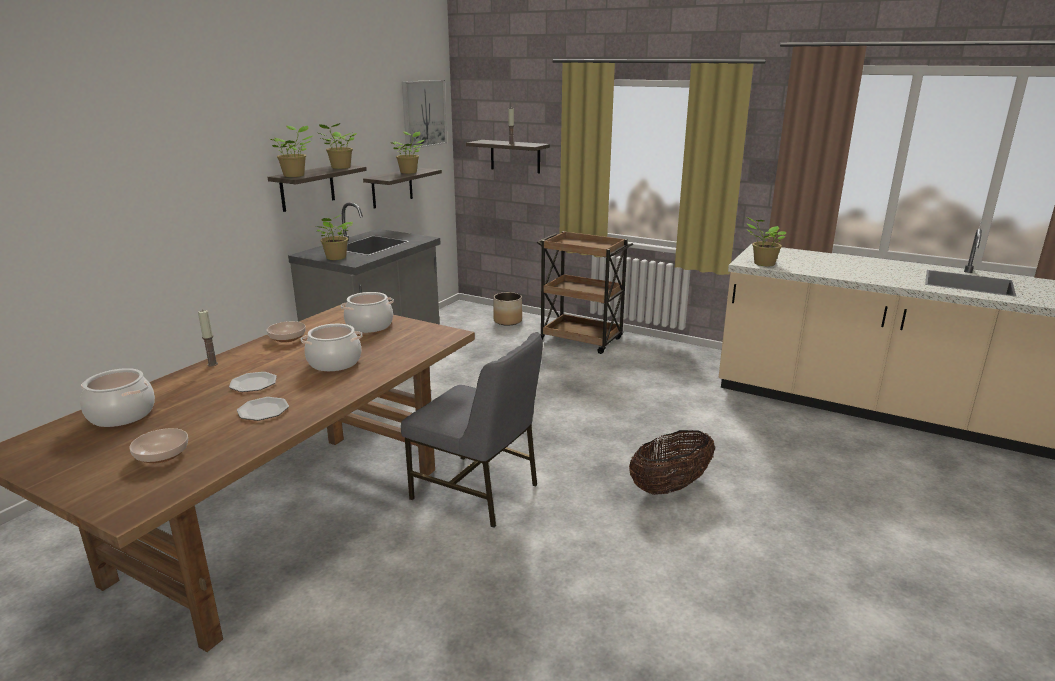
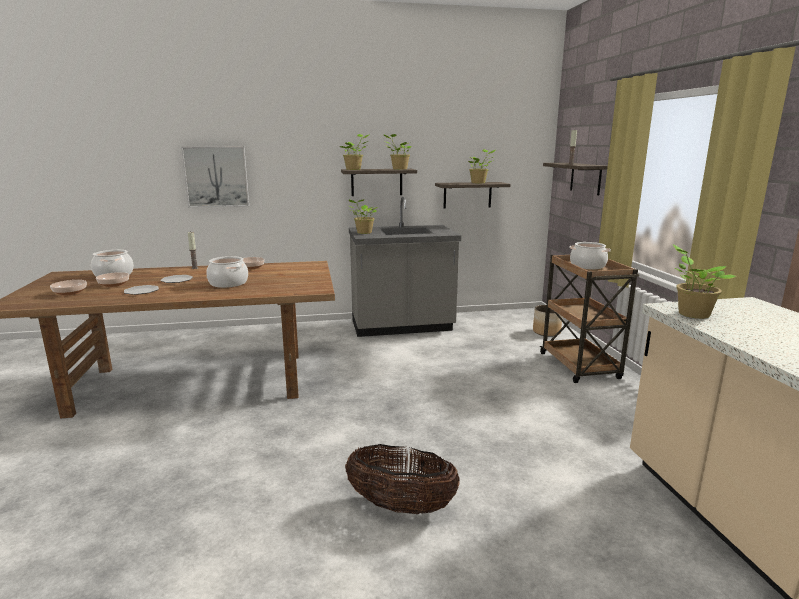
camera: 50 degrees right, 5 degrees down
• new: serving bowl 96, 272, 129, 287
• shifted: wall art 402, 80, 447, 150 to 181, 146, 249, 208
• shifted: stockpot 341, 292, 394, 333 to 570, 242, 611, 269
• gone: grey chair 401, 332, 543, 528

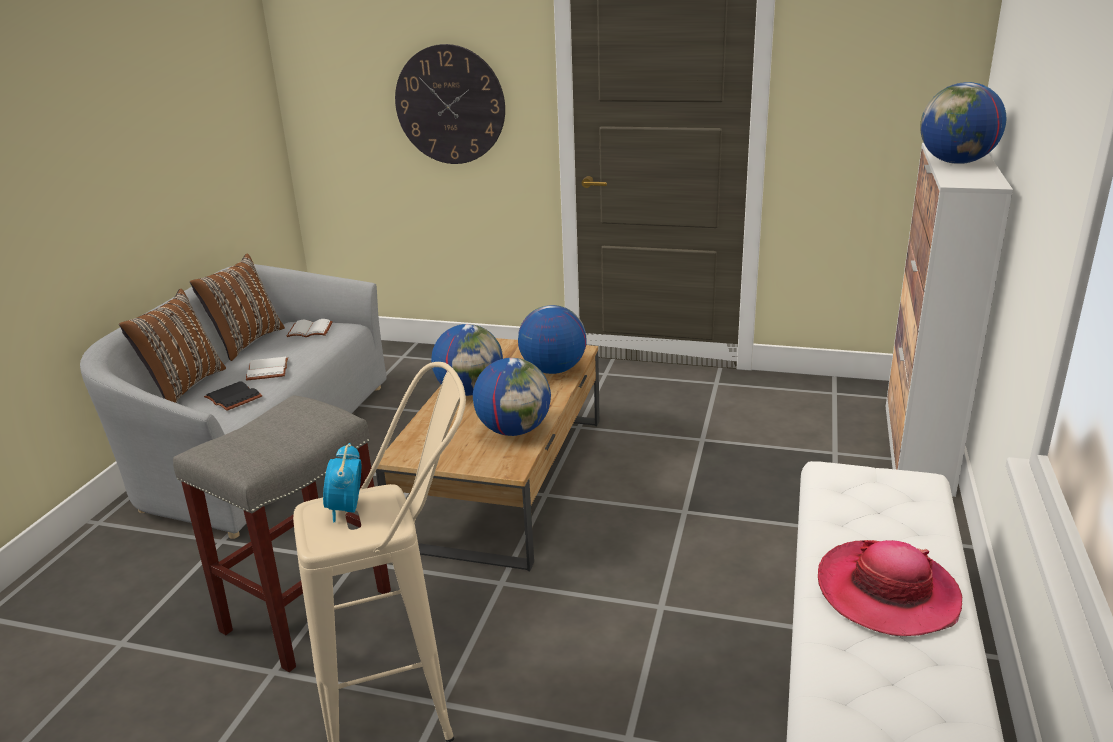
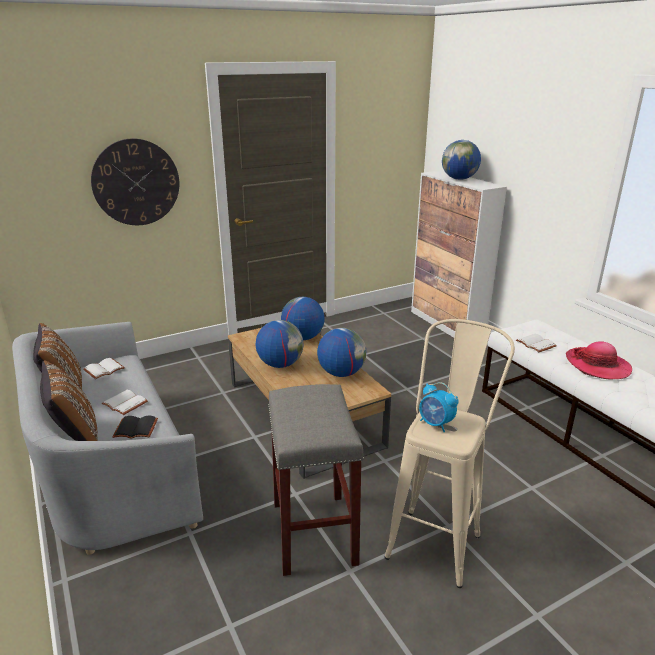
camera: 45 degrees left, 0 degrees up
• new: white-coloured volume 516, 334, 557, 352

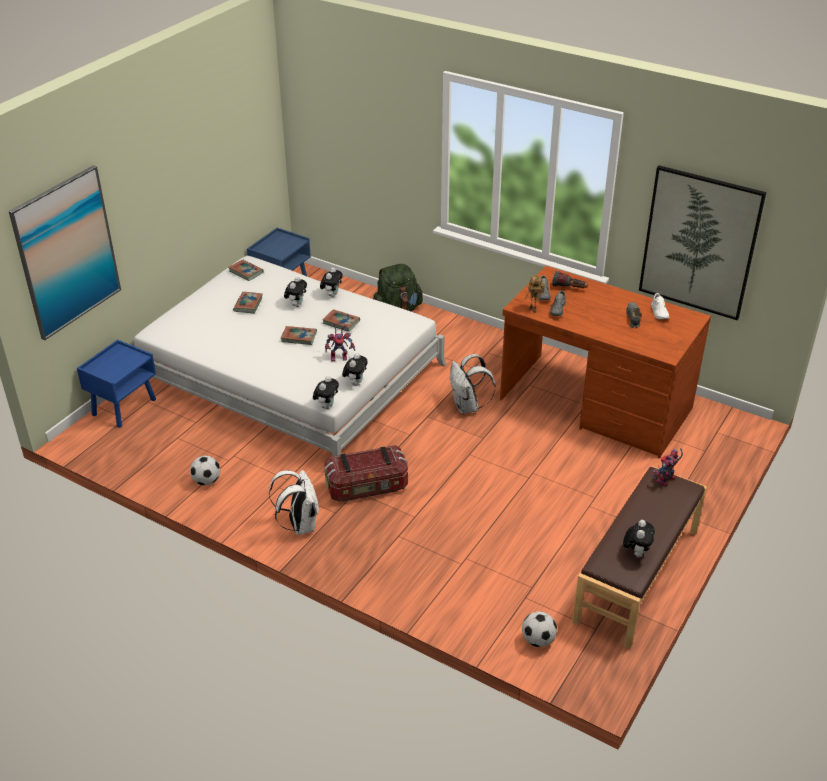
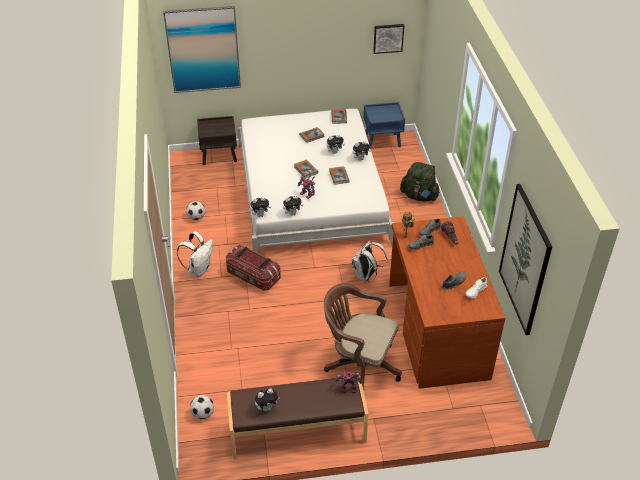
camera: 50 degrees right, 5 degrees up
• repainted: blue bedside table 77, 340, 156, 428 to brownish bedside table 197, 116, 237, 165
• new: brownish office chair 324, 283, 402, 392
• new: wall art 373, 24, 404, 54

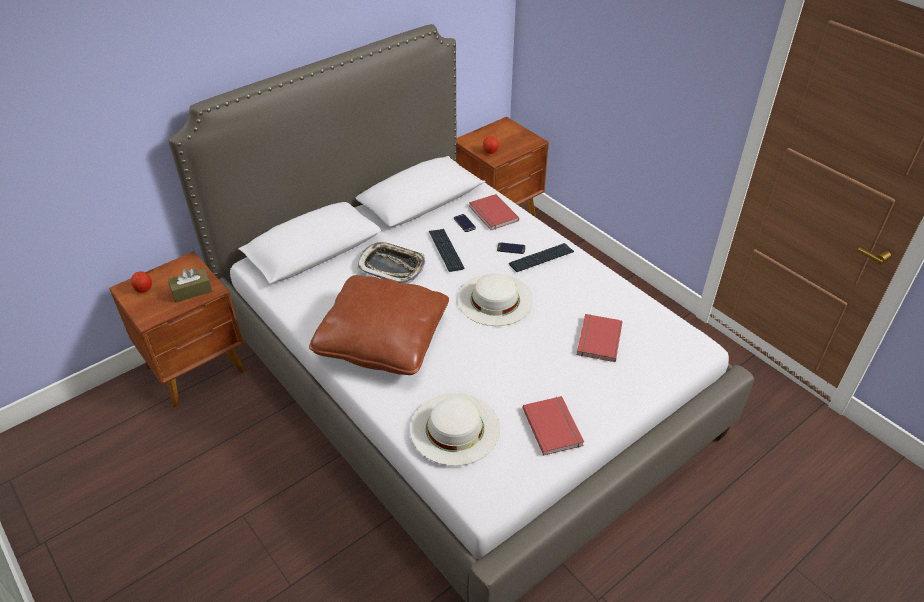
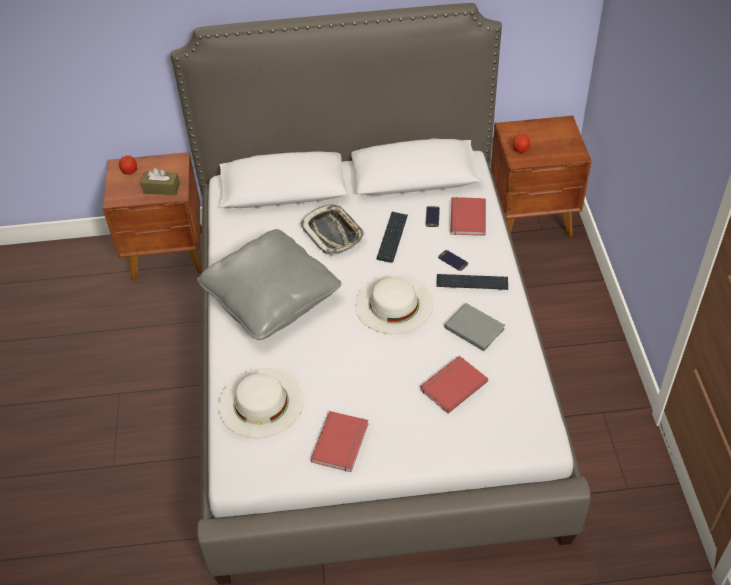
camera: 35 degrees right, 5 degrees up
• repainted: brownish throw pillow 309, 275, 449, 375 to grey throw pillow 197, 229, 342, 340
• new: grey volume 444, 303, 505, 351

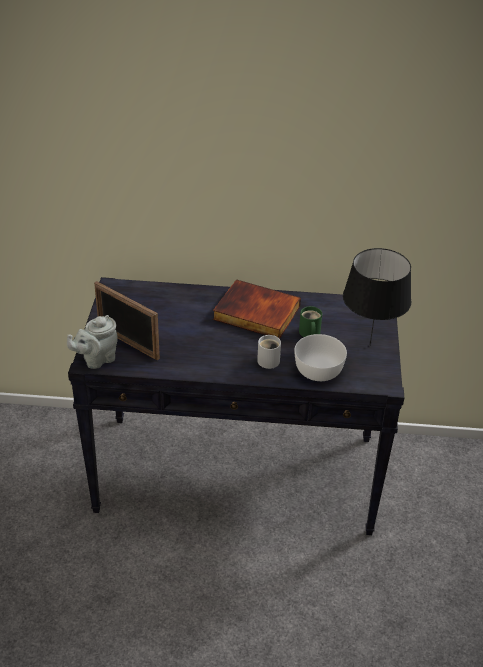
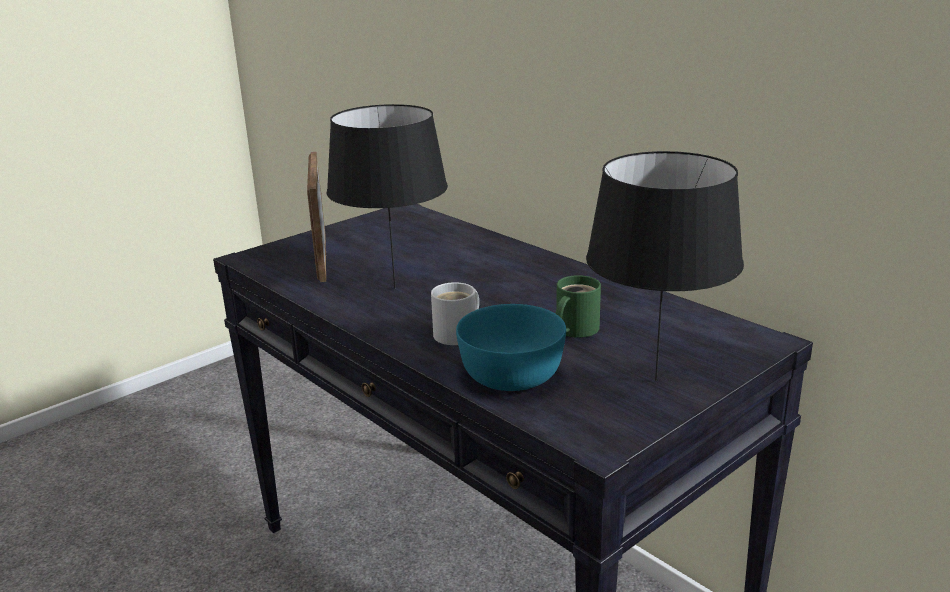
camera: 45 degrees right, 15 degrees down
• new: black-coloured lamp for a table 327, 104, 448, 289
• repainted: white-coloured serving bowl 294, 334, 347, 381 to blue-green serving bowl 456, 304, 566, 391
• gone: grey tea pot 67, 315, 118, 369
• gone: volume 213, 279, 301, 339

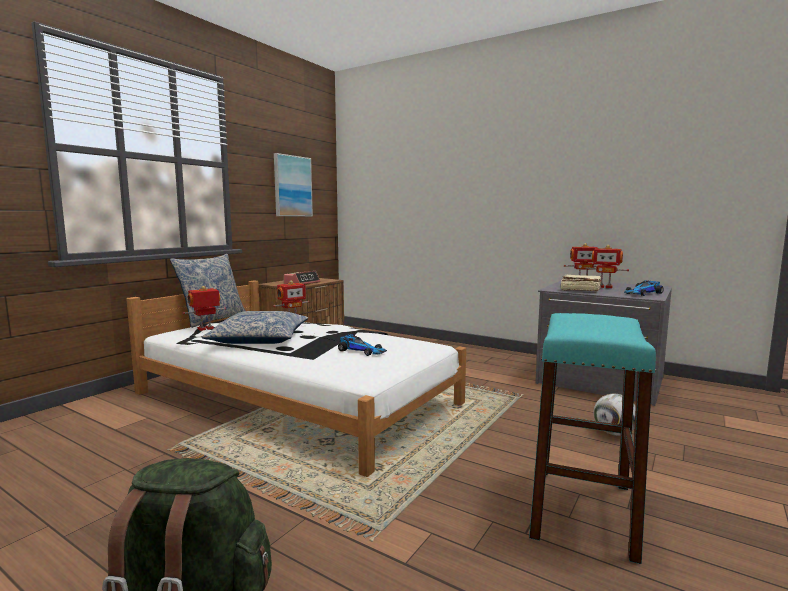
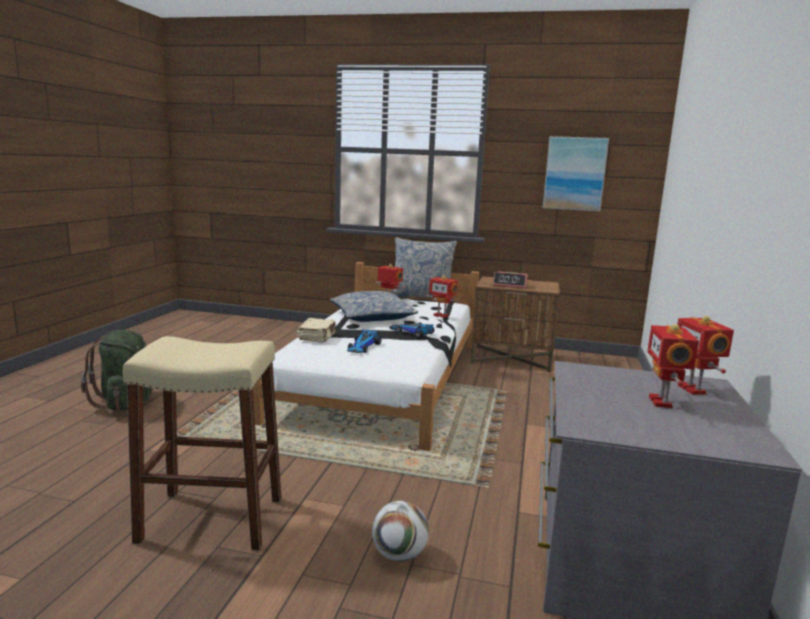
camera: 70 degrees right, 5 degrees up
• repainted: blue-green sitting stool 529, 313, 656, 564 to sand-coloured sitting stool 123, 336, 281, 550
• shifted: sand-coloured volume 561, 275, 601, 291 to 297, 318, 336, 342
• shifted: miniature car 624, 280, 664, 296 to 391, 323, 435, 339

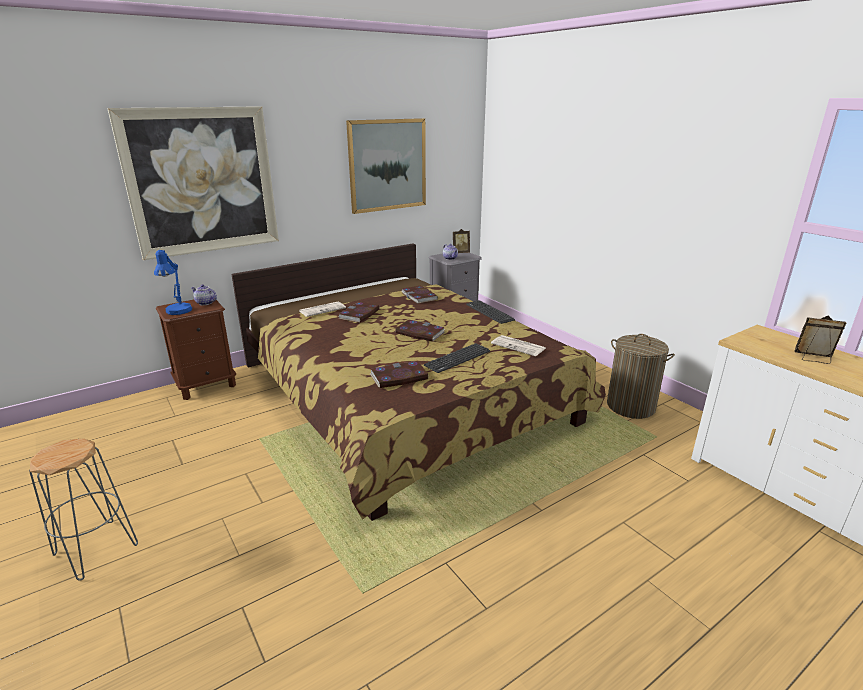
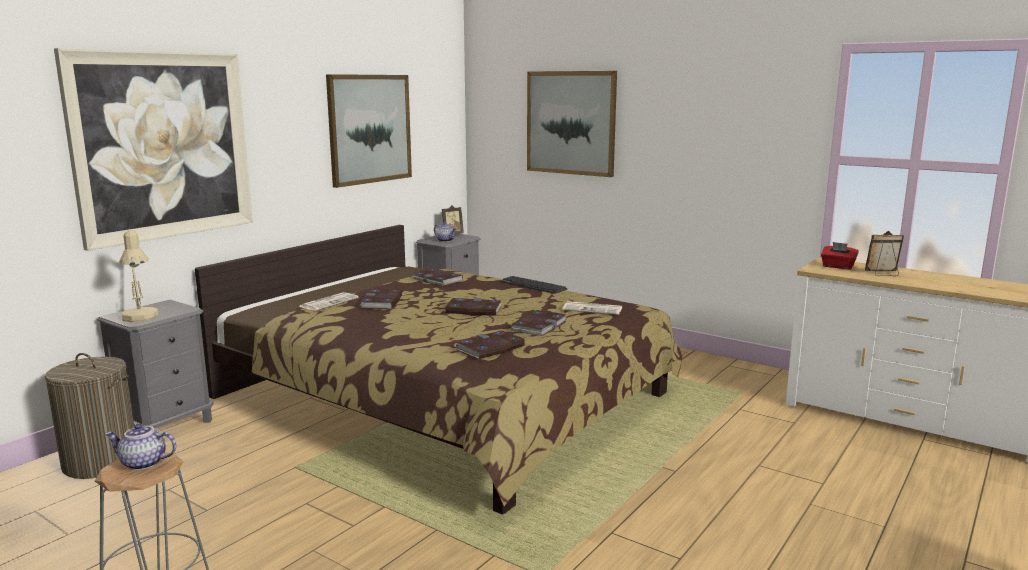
camera: 20 degrees left, 10 degrees down
• shifted: washing basket 607, 334, 675, 419 to 45, 353, 135, 479
• repainted: brownish bedside table 156, 300, 236, 400 to grey bedside table 97, 300, 214, 429
• shifted: tea pot 191, 285, 217, 305 to 105, 423, 176, 470
• repainted: blue lamp for a table 154, 250, 192, 315 to sand-coloured lamp for a table 119, 230, 159, 322
• swapped: keyboard 424, 343, 490, 373 to volume 511, 310, 566, 336
• new: wall art 527, 71, 617, 177
• new: reddish tissue box 821, 242, 859, 269

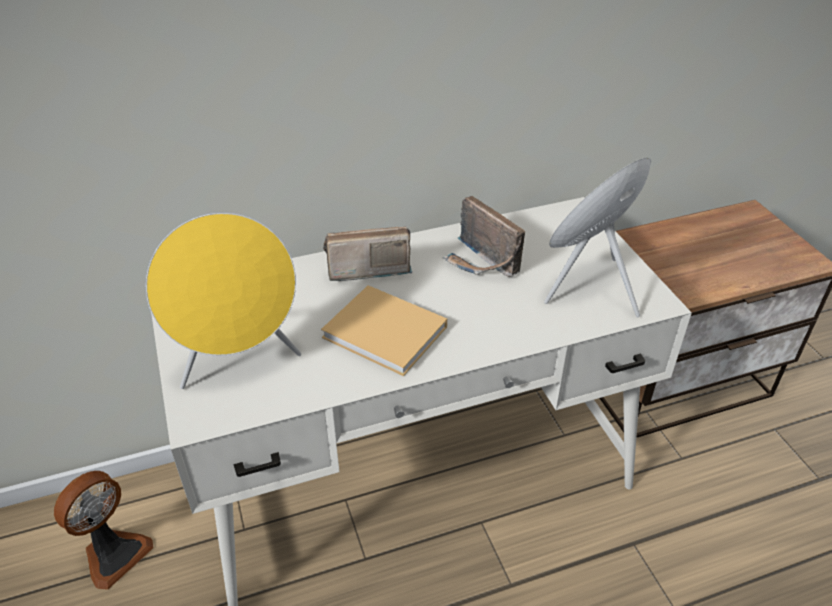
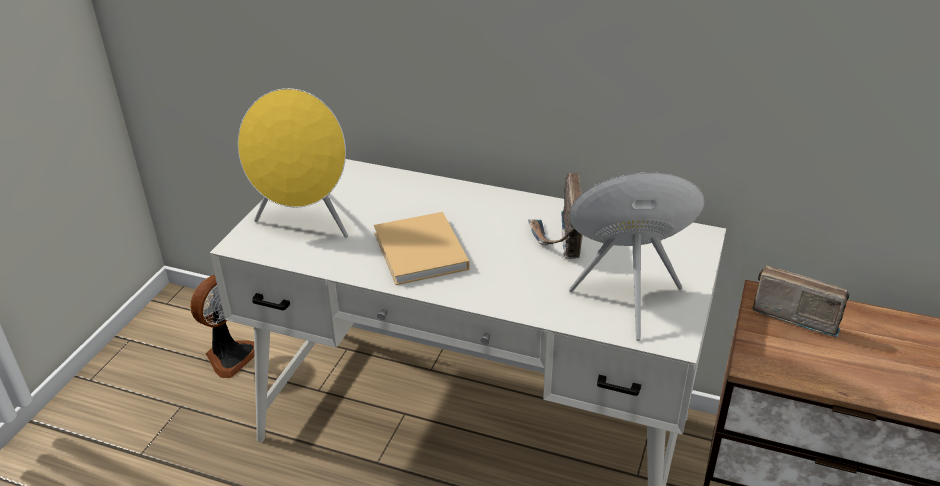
camera: 40 degrees right, 5 degrees down
• rotated: fan 54, 471, 154, 590 = 190, 275, 255, 378 45 degrees counterclockwise
• shifted: radio receiver 323, 227, 412, 281 to 752, 265, 849, 337

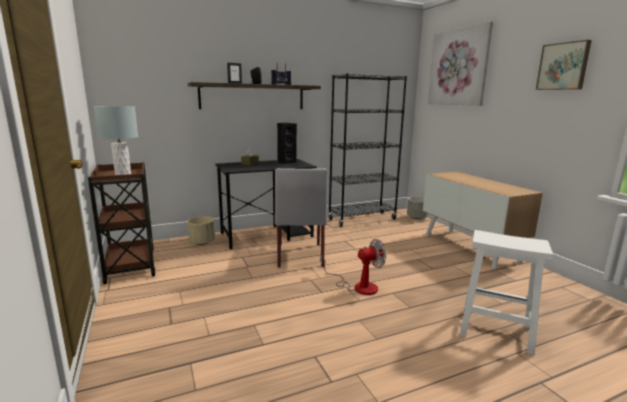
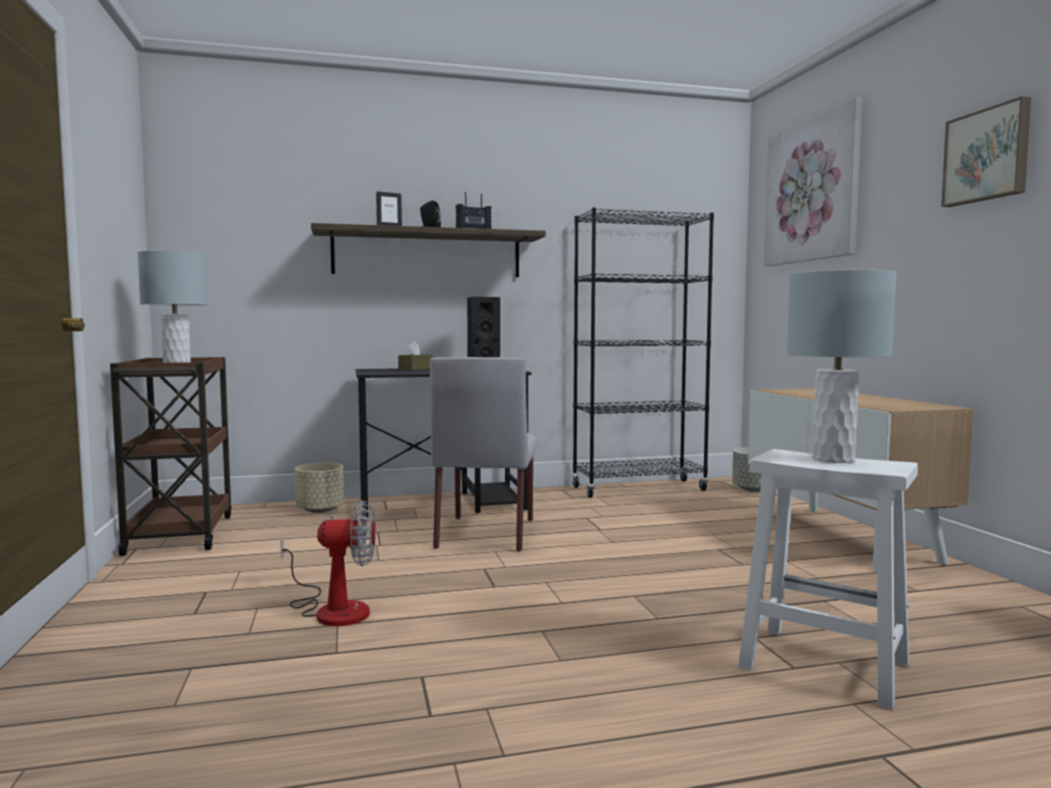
camera: 10 degrees right, 10 degrees down
• shifted: fan 320, 239, 386, 295 to 280, 500, 376, 626
• new: grey lamp for a table 787, 270, 896, 463

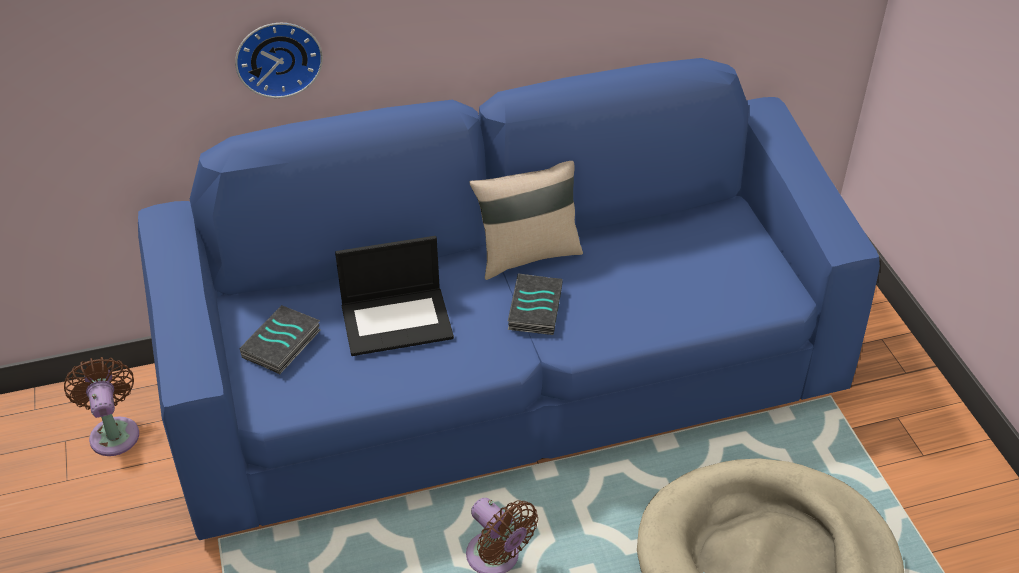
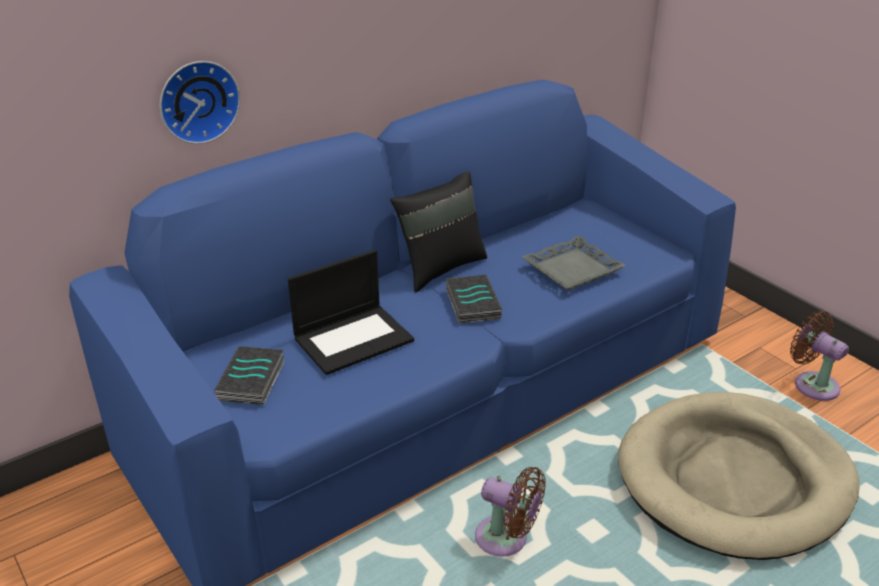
camera: 20 degrees left, 10 degrees down
• repainted: sand-coloured throw pillow 469, 161, 583, 280 to black-coloured throw pillow 390, 171, 487, 292
• new: grey serving tray 522, 236, 626, 291
• shifted: brownish fan 64, 357, 139, 456 to 790, 311, 849, 401

